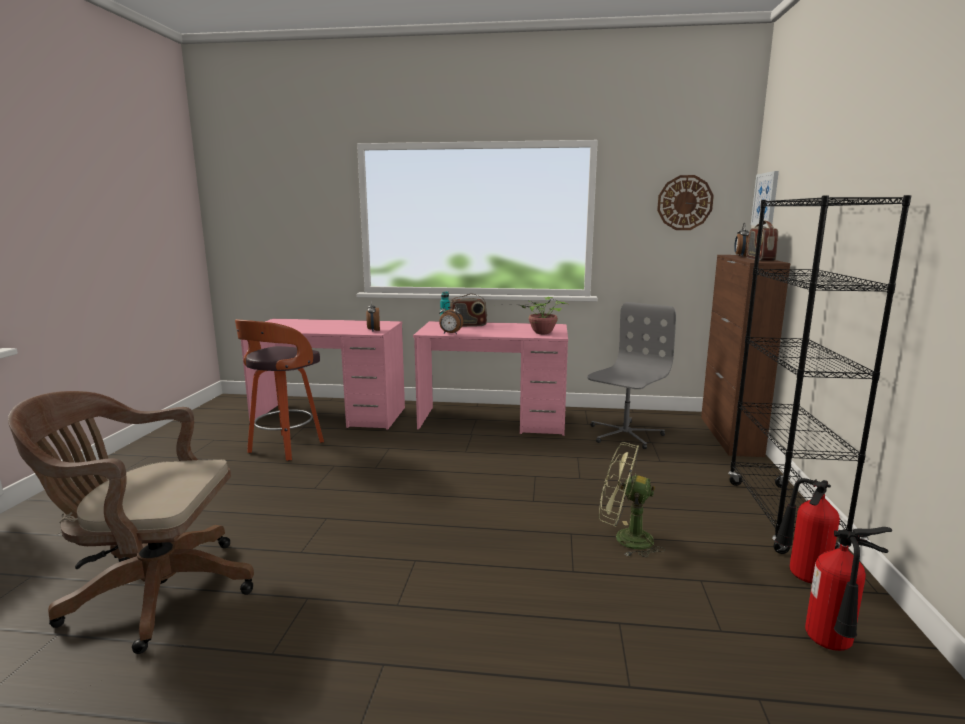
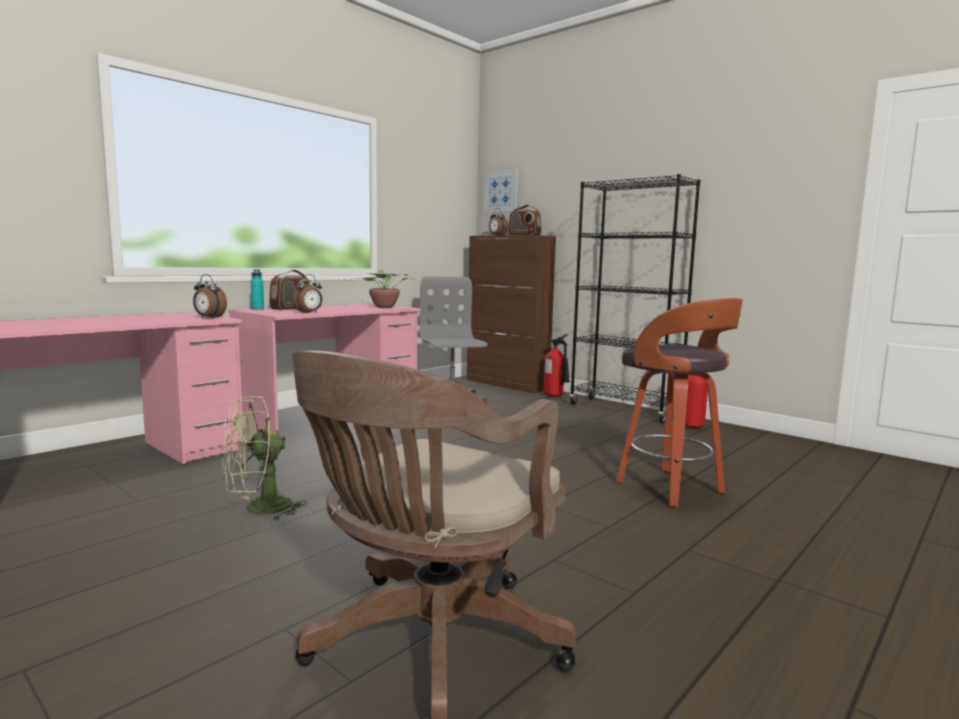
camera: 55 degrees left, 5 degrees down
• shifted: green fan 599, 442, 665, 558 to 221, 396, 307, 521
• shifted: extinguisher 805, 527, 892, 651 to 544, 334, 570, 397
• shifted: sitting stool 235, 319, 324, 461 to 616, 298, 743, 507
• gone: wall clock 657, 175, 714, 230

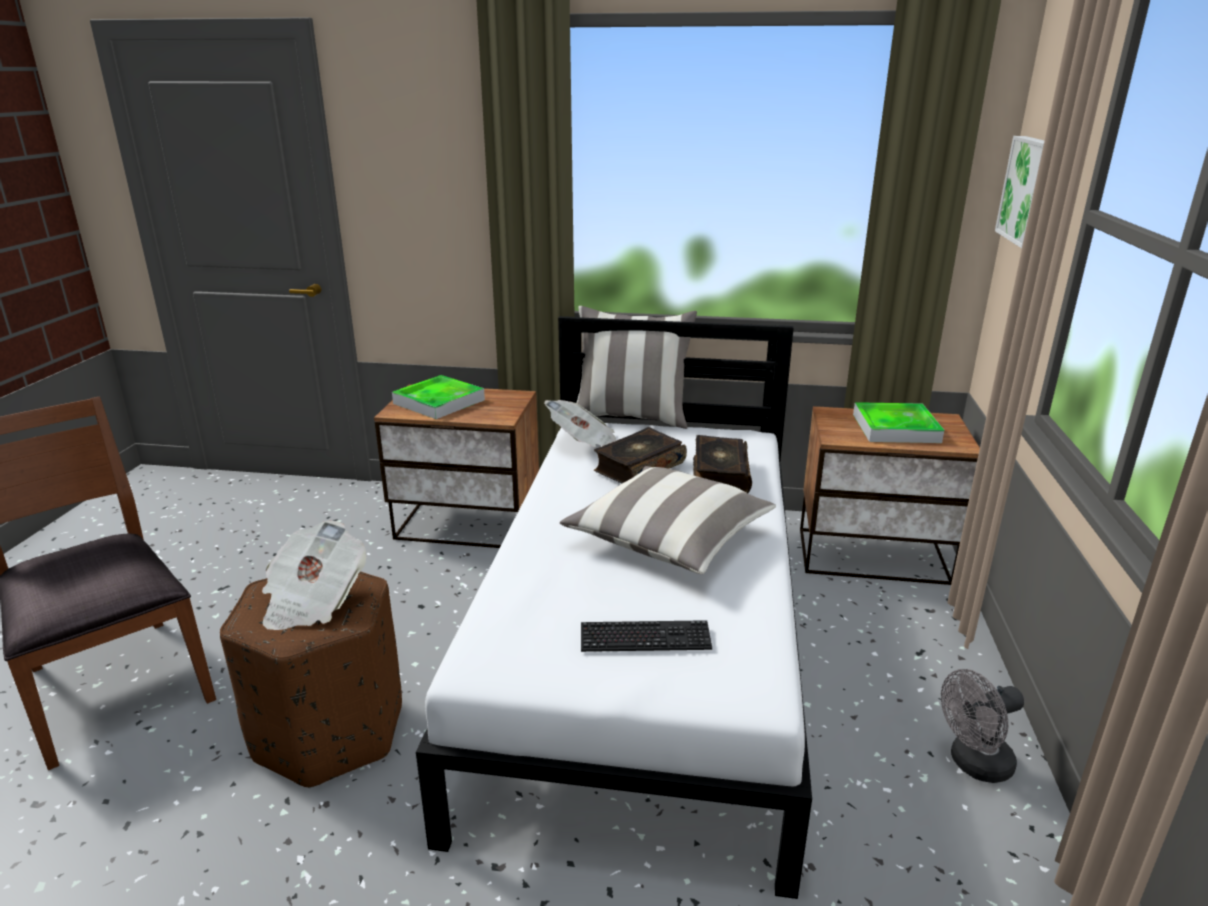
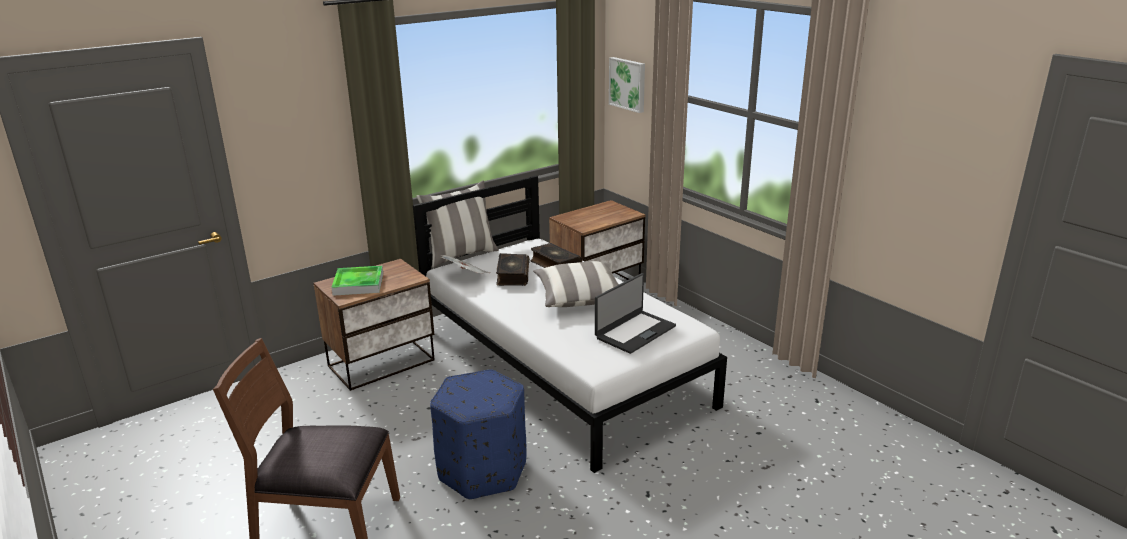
camera: 45 degrees left, 0 degrees up
• repainted: brownish ottoman 220, 571, 402, 788 to blue ottoman 430, 369, 526, 500
• swapped: keyboard 581, 620, 712, 652 to portable computer 595, 273, 676, 354
• gone: printed paper 262, 521, 366, 630
• gone: serving tray 853, 402, 944, 443
• gone: grey fan 941, 669, 1024, 783

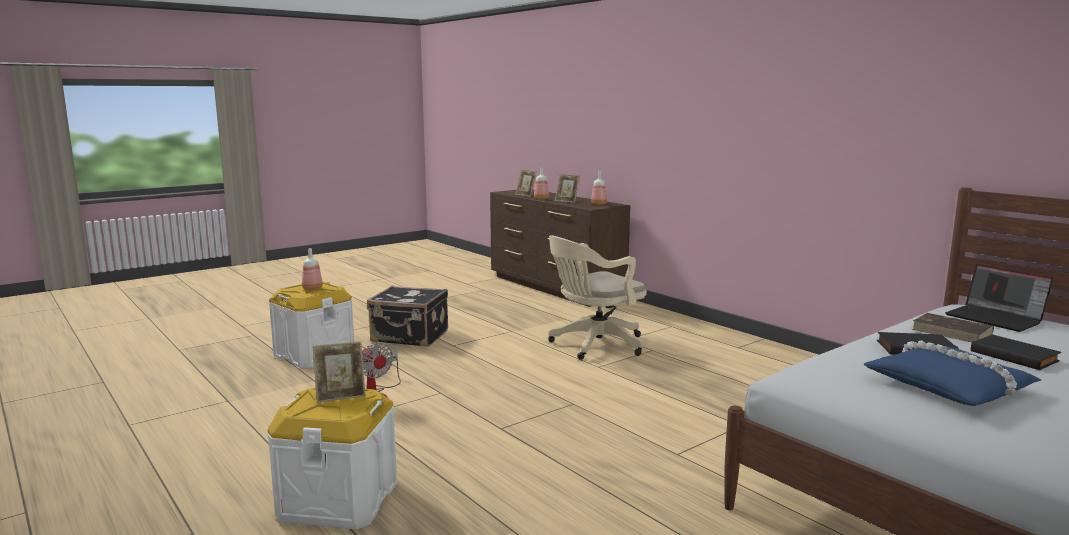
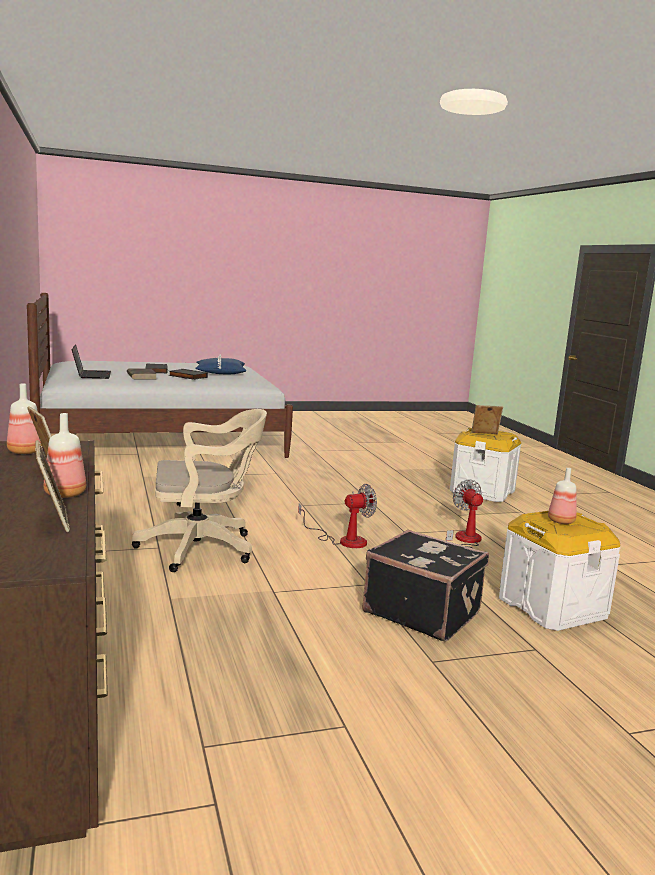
camera: 160 degrees left, 0 degrees up
• new: fan 298, 484, 377, 548

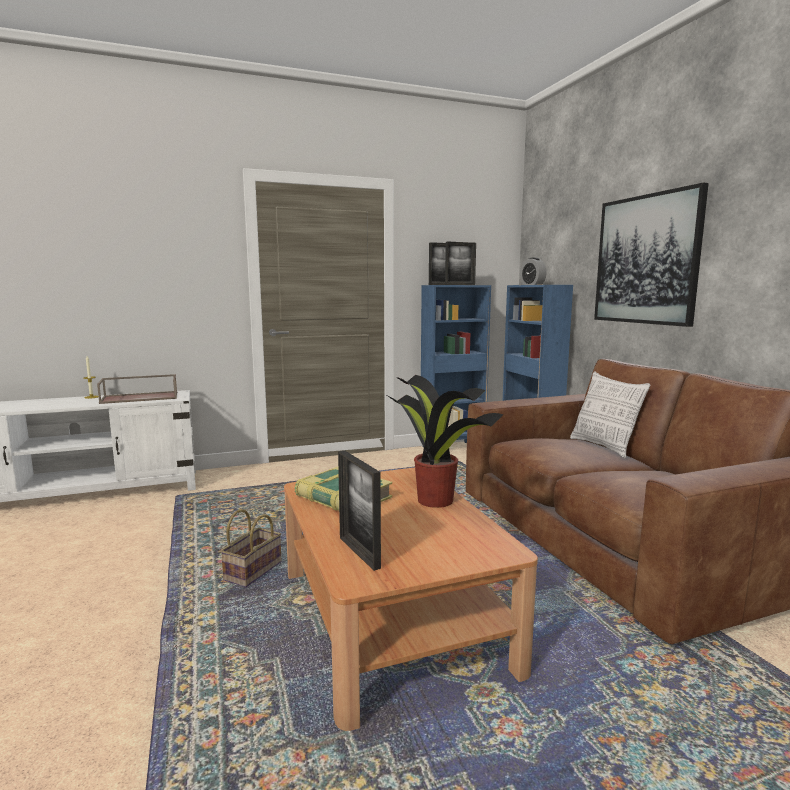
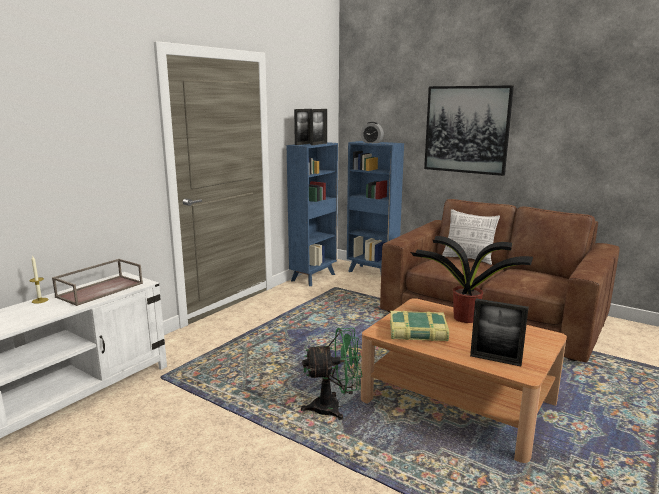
camera: 35 degrees left, 5 degrees up
• swapped: storage basket 220, 509, 282, 587 to green fan 301, 328, 362, 420

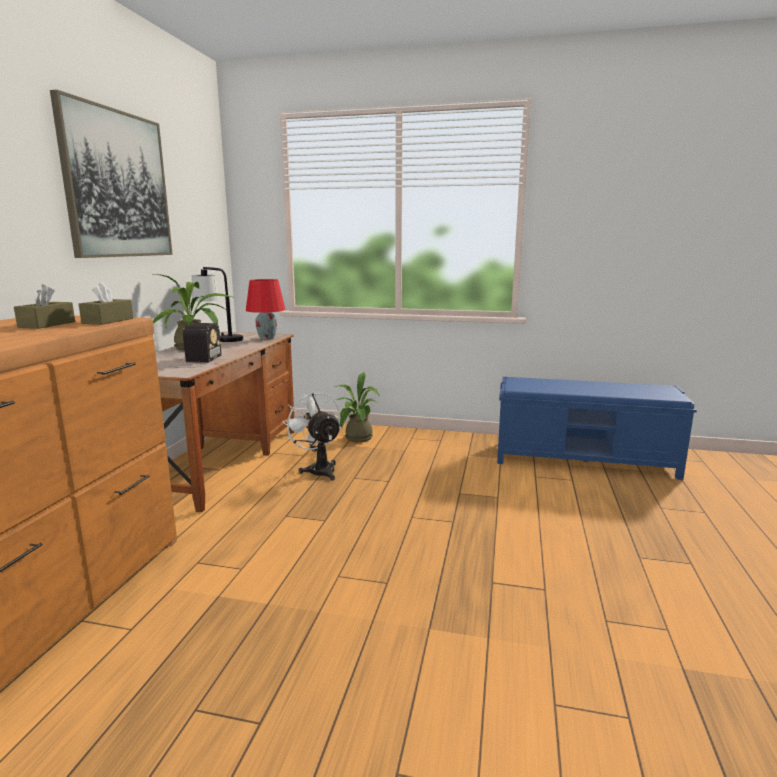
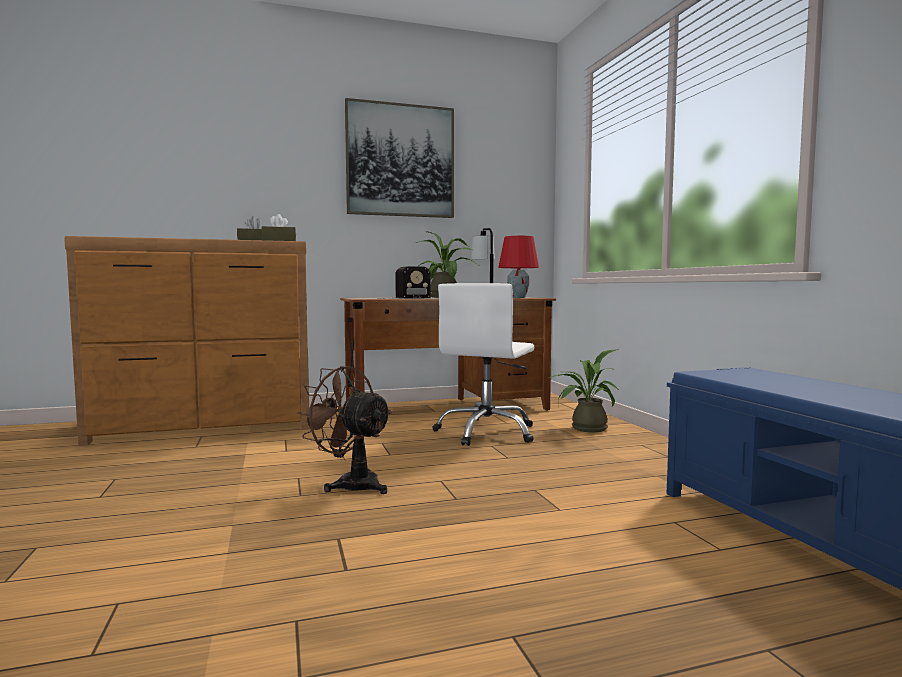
camera: 60 degrees right, 10 degrees down
• new: brownish fan 297, 366, 393, 494
• swapped: white-coloured fan 282, 391, 341, 481 to white-coloured office chair 432, 283, 534, 446

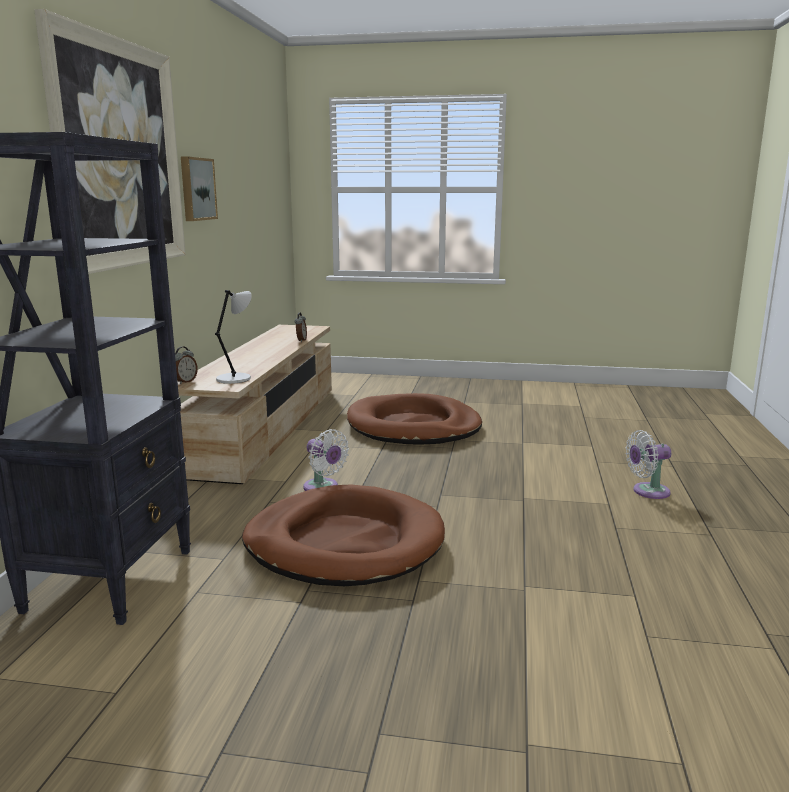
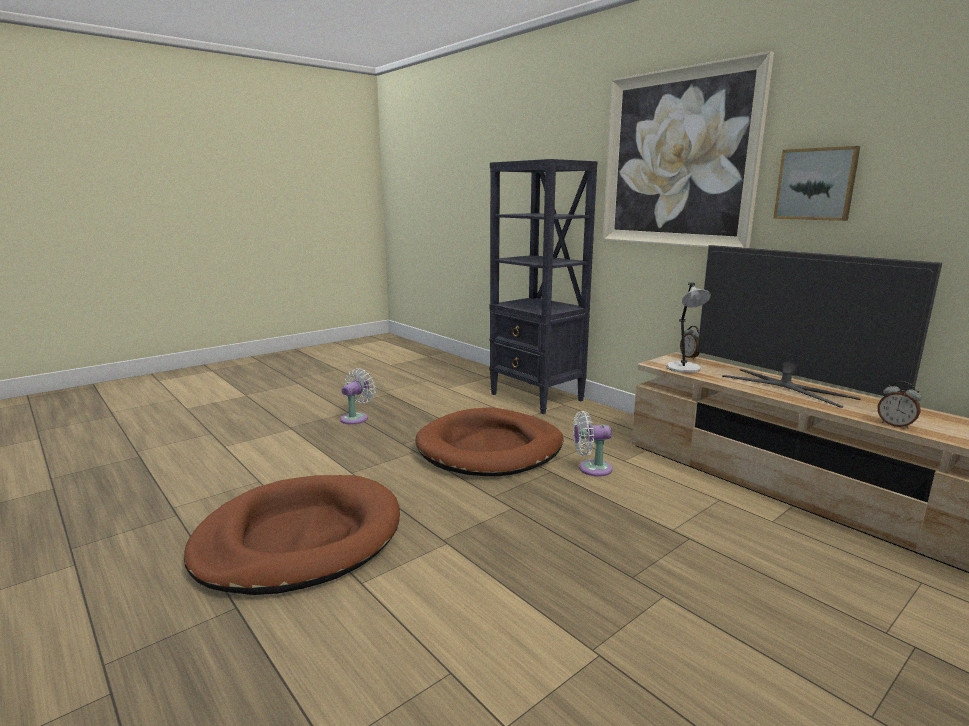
camera: 130 degrees right, 0 degrees up
• shifted: brownish pet bed 347, 393, 482, 445 to 184, 475, 400, 595
• shifted: white-coloured fan 625, 430, 671, 499 to 340, 368, 376, 424
• new: television 697, 245, 942, 408

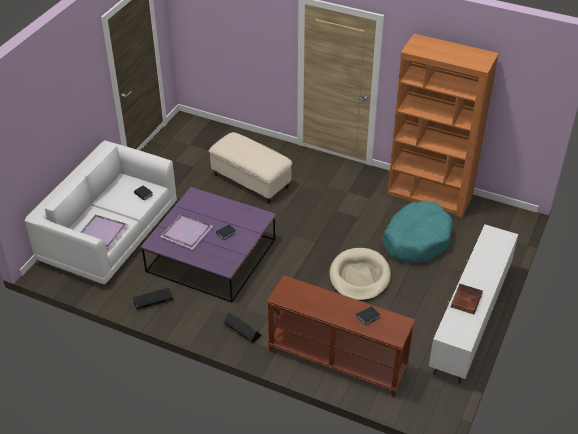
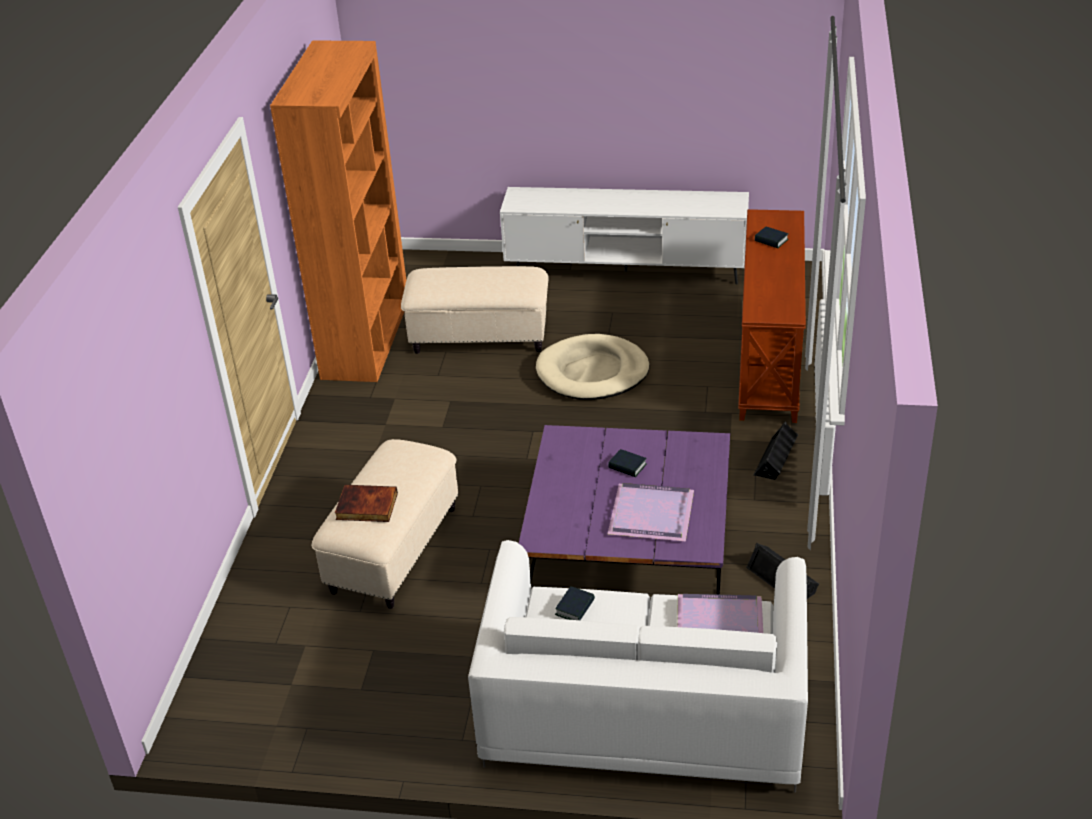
camera: 105 degrees left, 5 degrees down
• shifted: volume 451, 284, 483, 314 to 335, 485, 398, 522
• swapped: blue-green pet bed 383, 201, 453, 263 to sand-coloured ottoman 401, 266, 549, 354

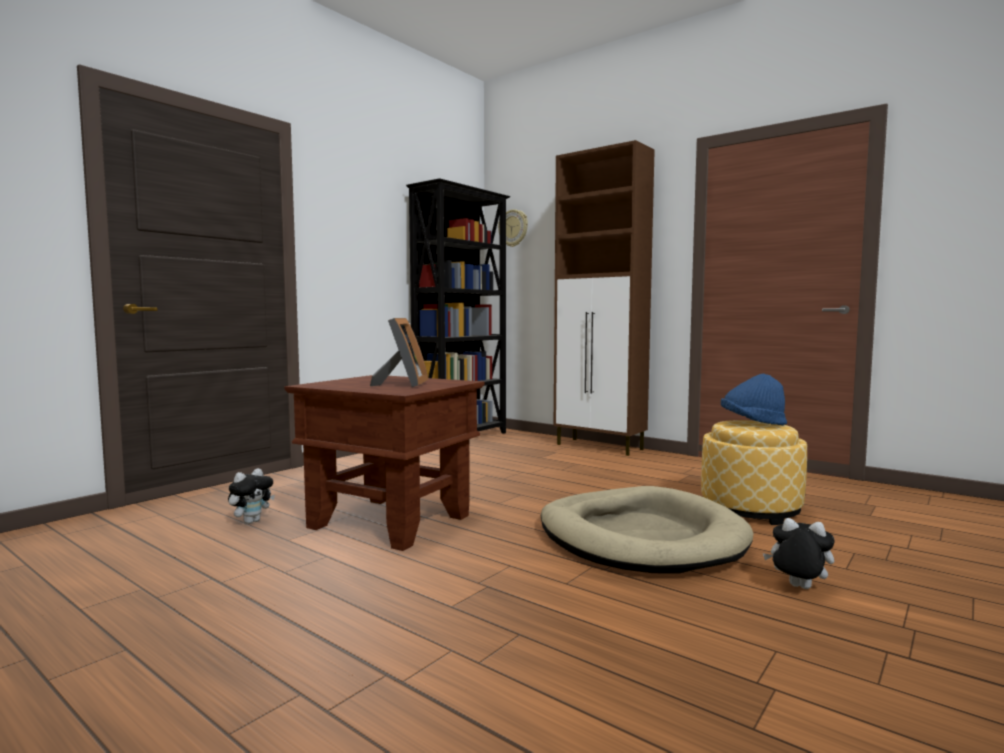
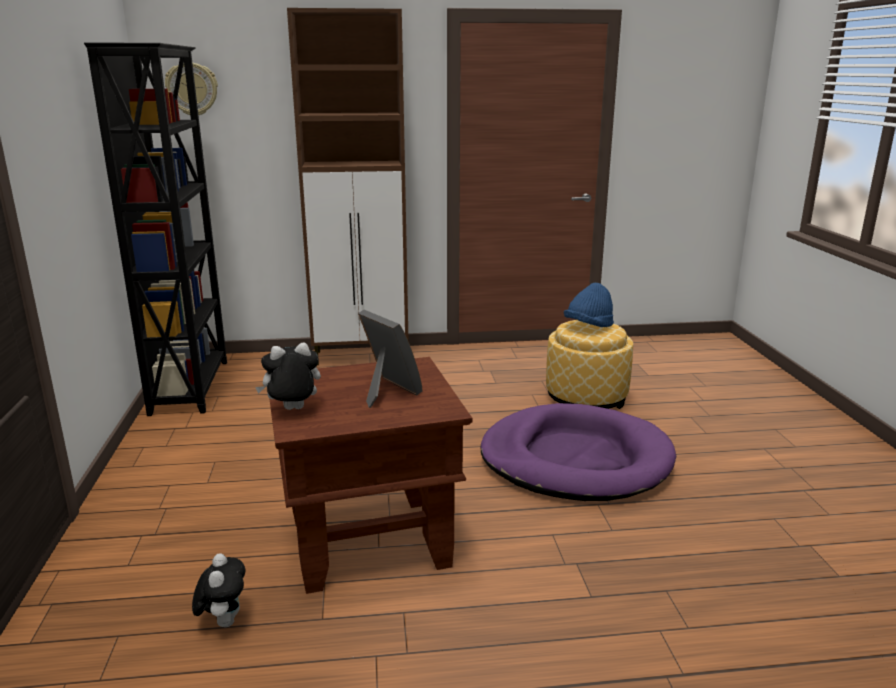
camera: 45 degrees left, 15 degrees up
• shifted: cuddly toy 763, 518, 835, 589 to 255, 342, 321, 410
• repainted: sand-coloured pet bed 541, 486, 754, 573 to purple-coloured pet bed 481, 403, 676, 501

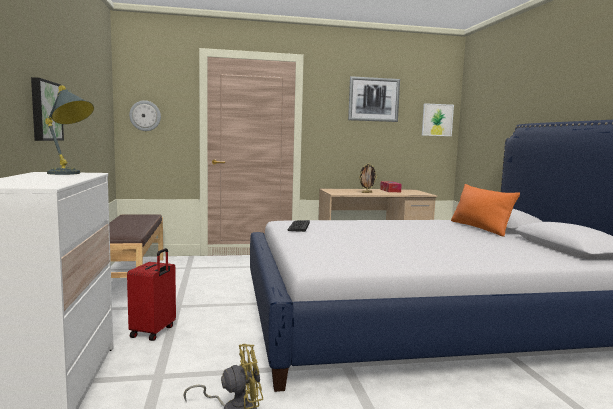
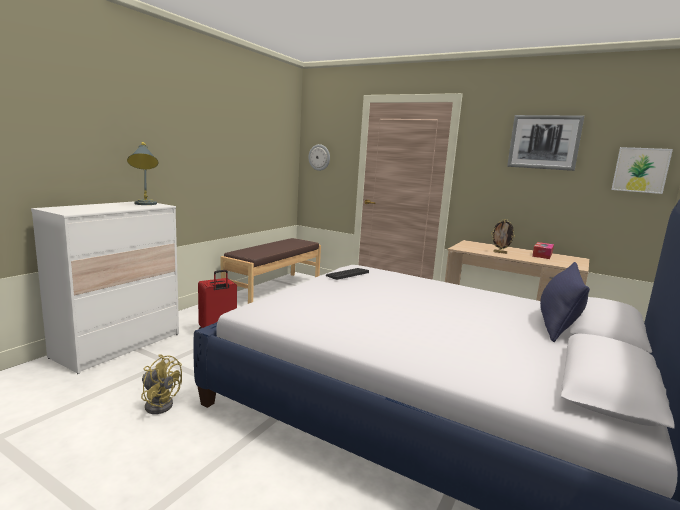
camera: 40 degrees right, 5 degrees up
• repainted: orange throw pillow 451, 184, 520, 237 to blue throw pillow 540, 262, 590, 342
• gone: wall art 31, 77, 64, 141

